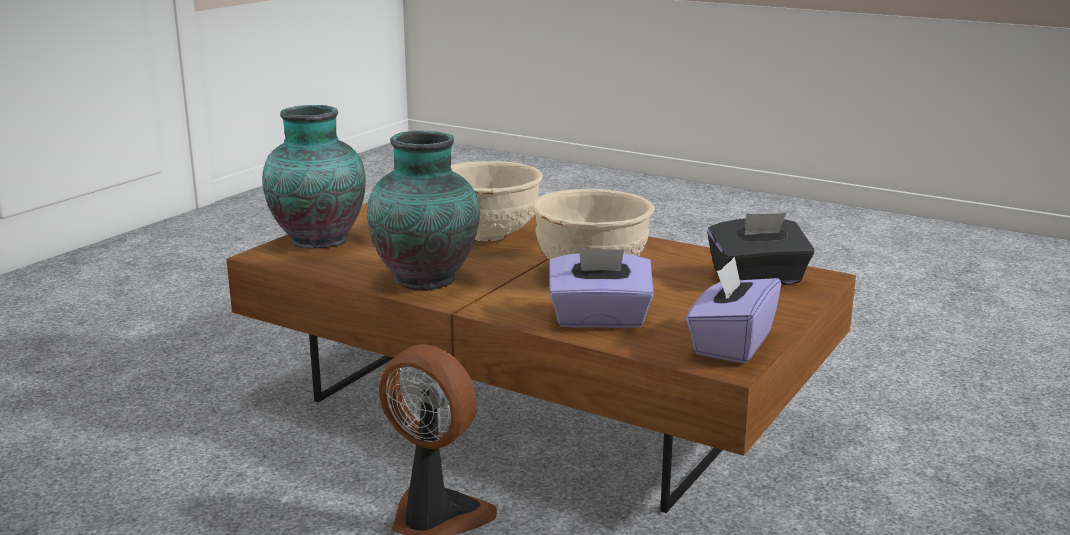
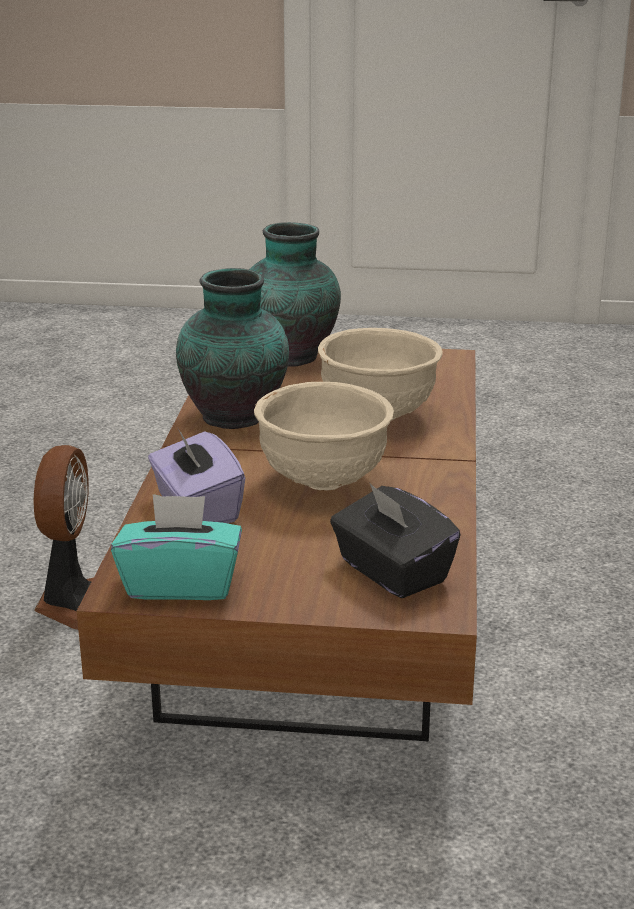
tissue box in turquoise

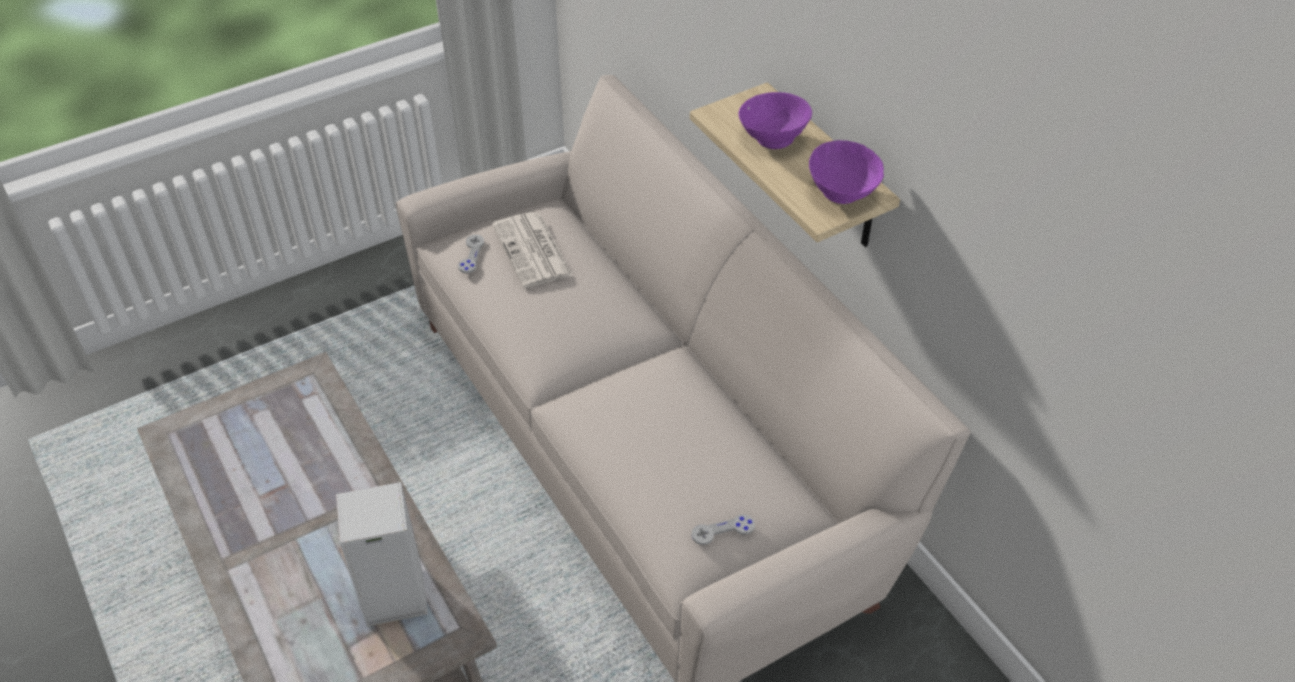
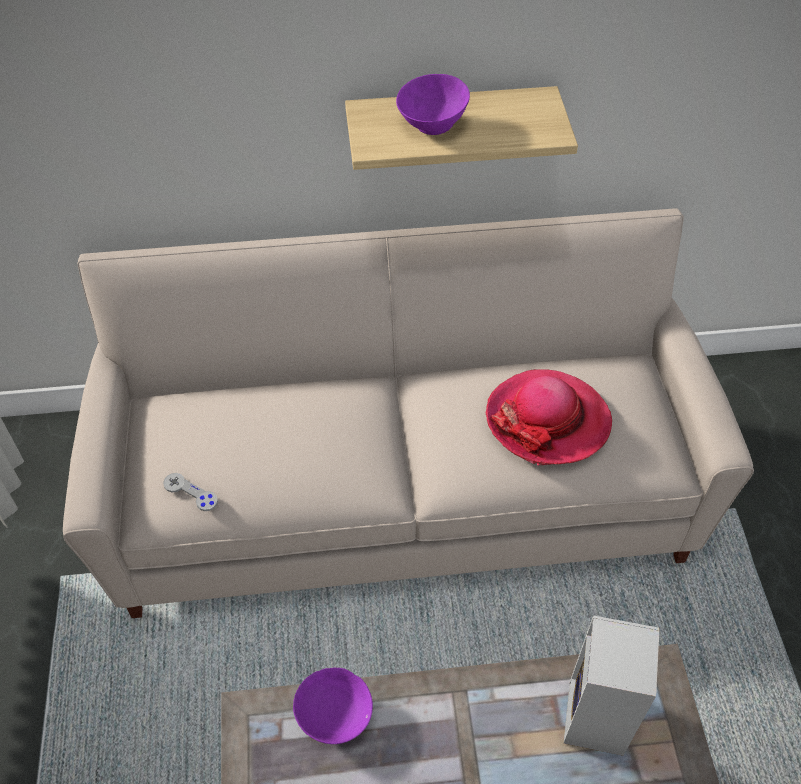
bowl in purple (1st from left)
newspaper
game controller in grey (2nd from left in the first image)
hat

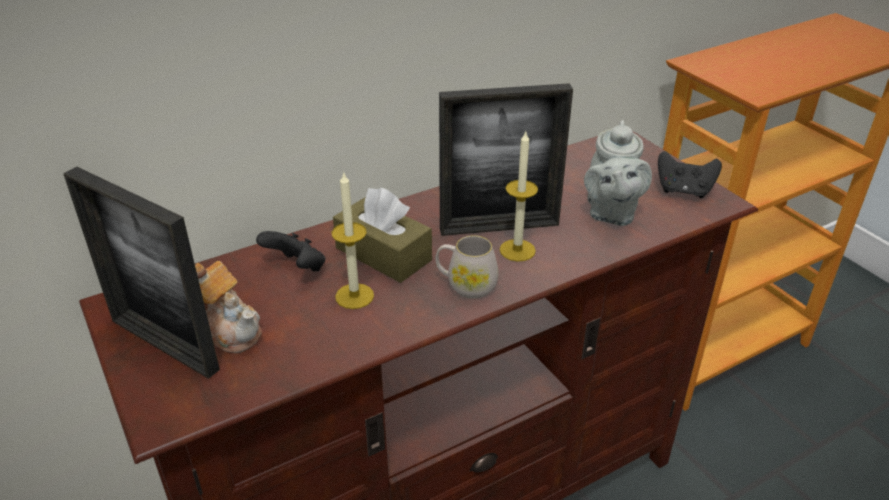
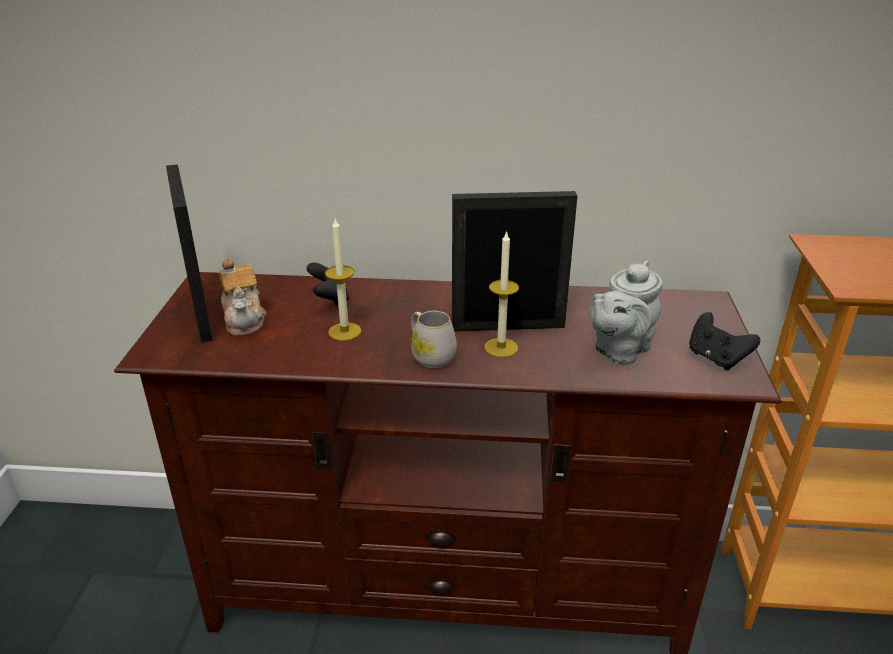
picture frame (2nd from left)
tissue box in brown

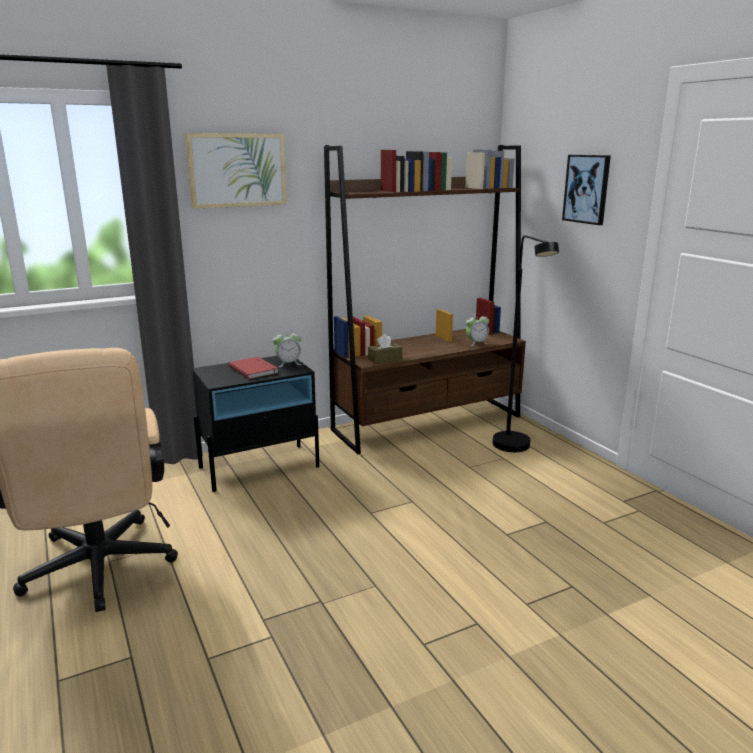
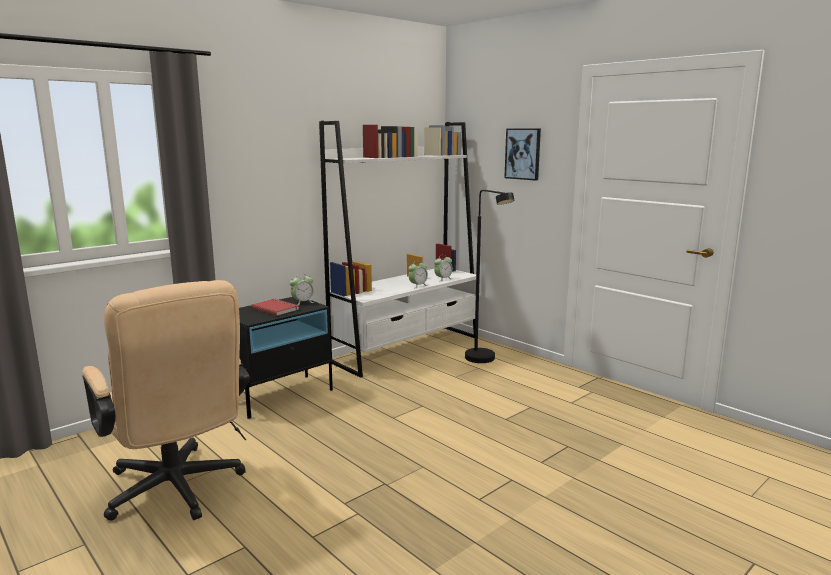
picture (1st from left in the first image)
bookcase in white
tissue box in brown
alarm clock (2nd from left)

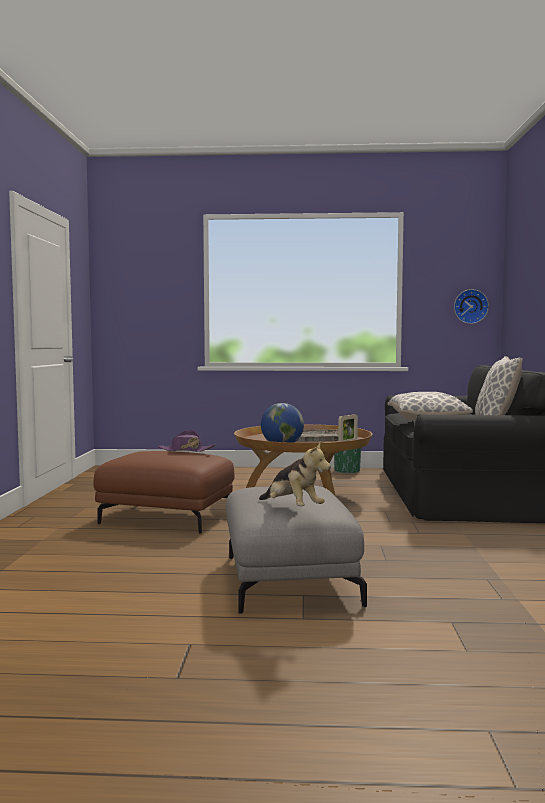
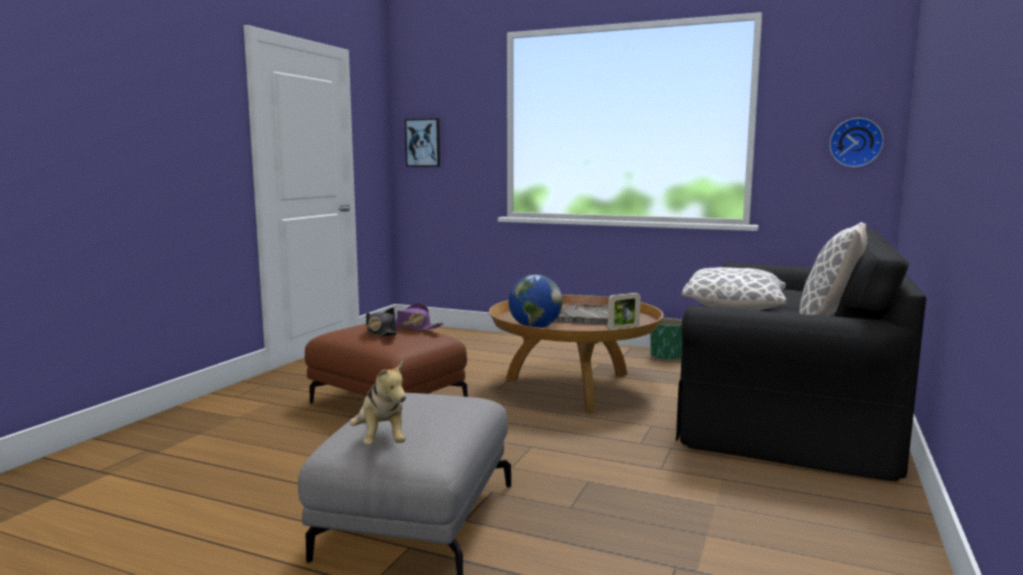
picture
hat in black

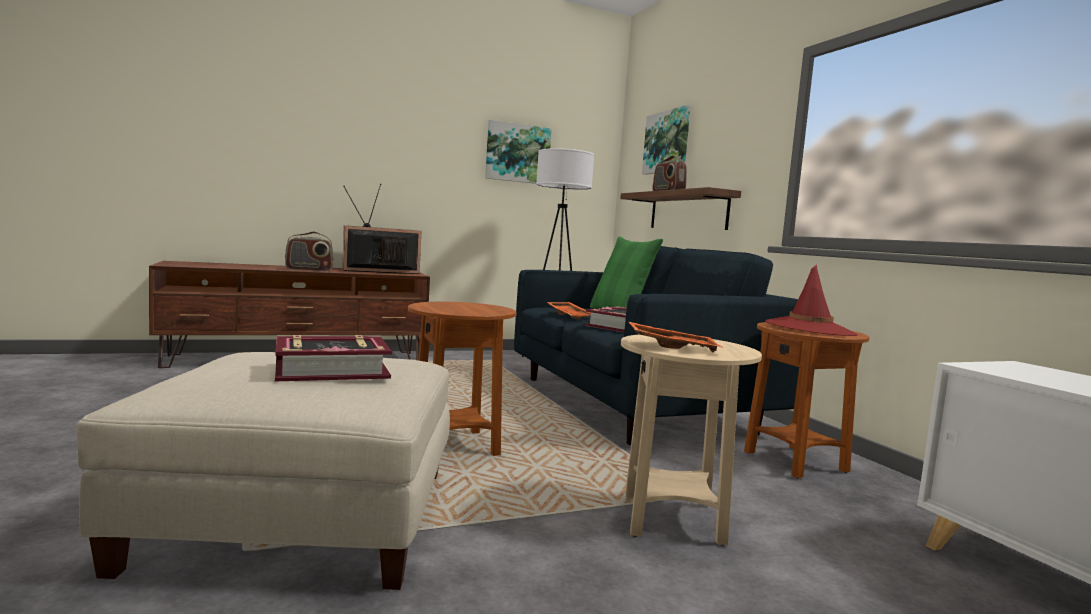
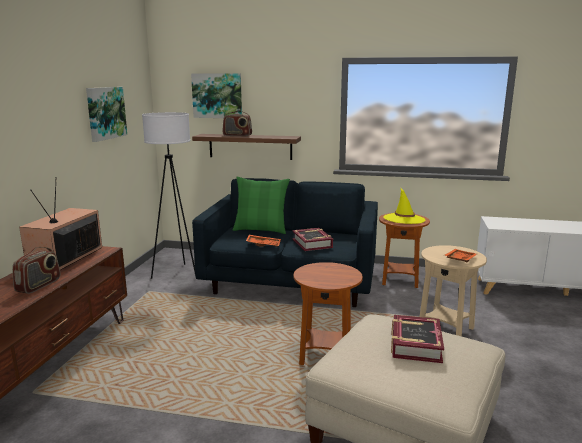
hat in yellow

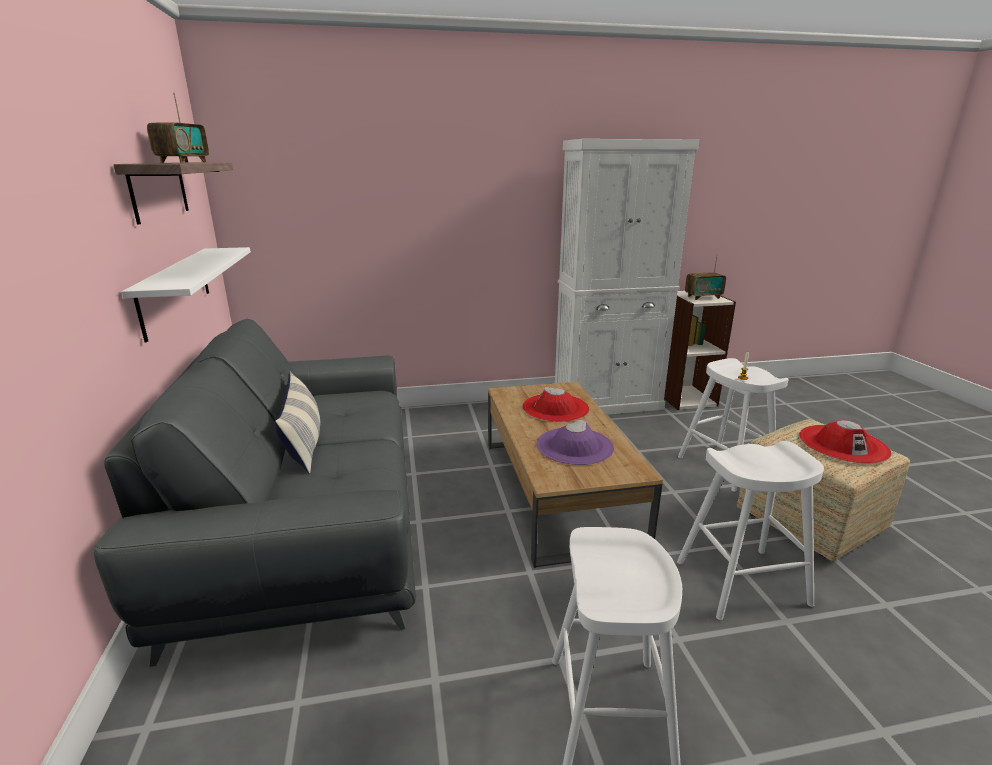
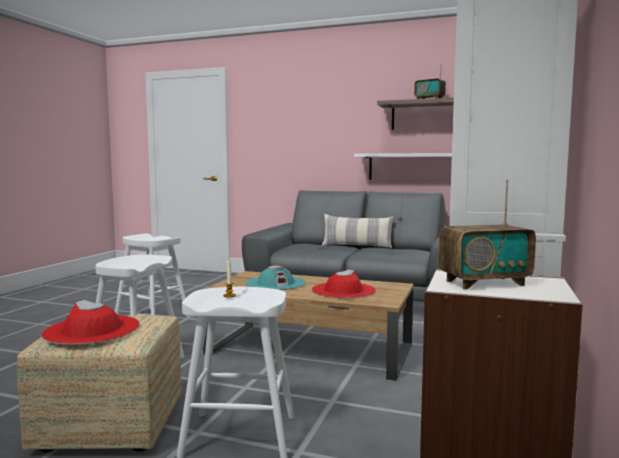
radio (2nd from left)
hat in turquoise

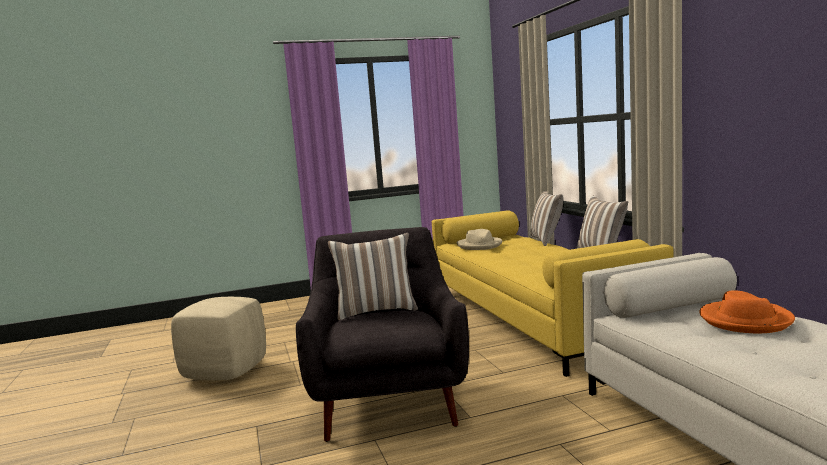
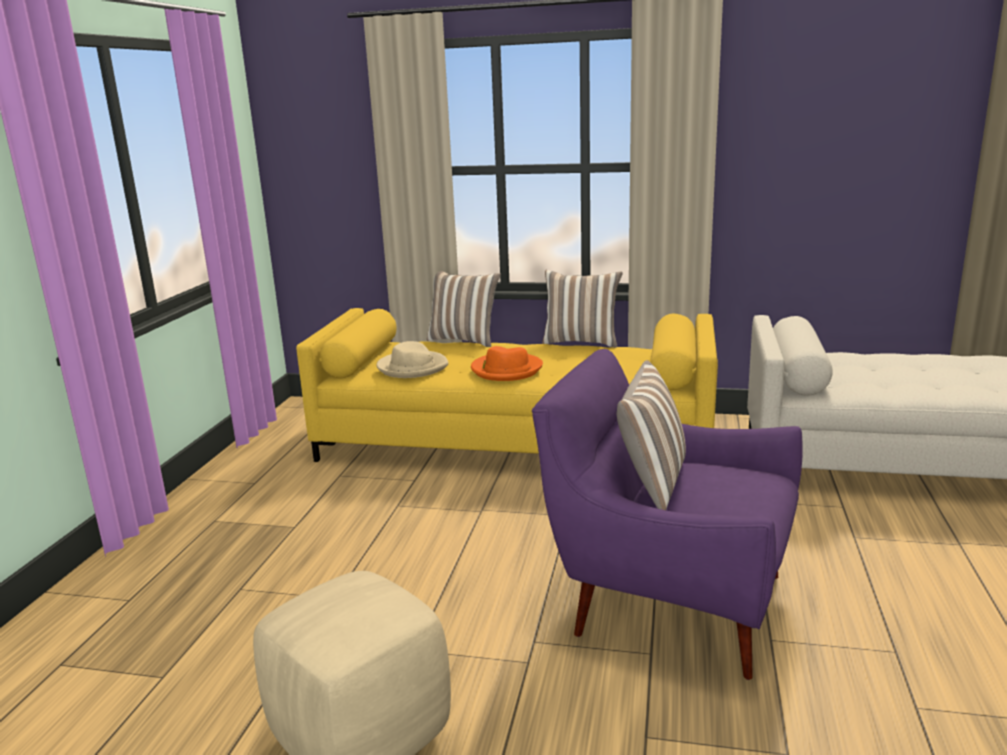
armchair in purple
hat in orange

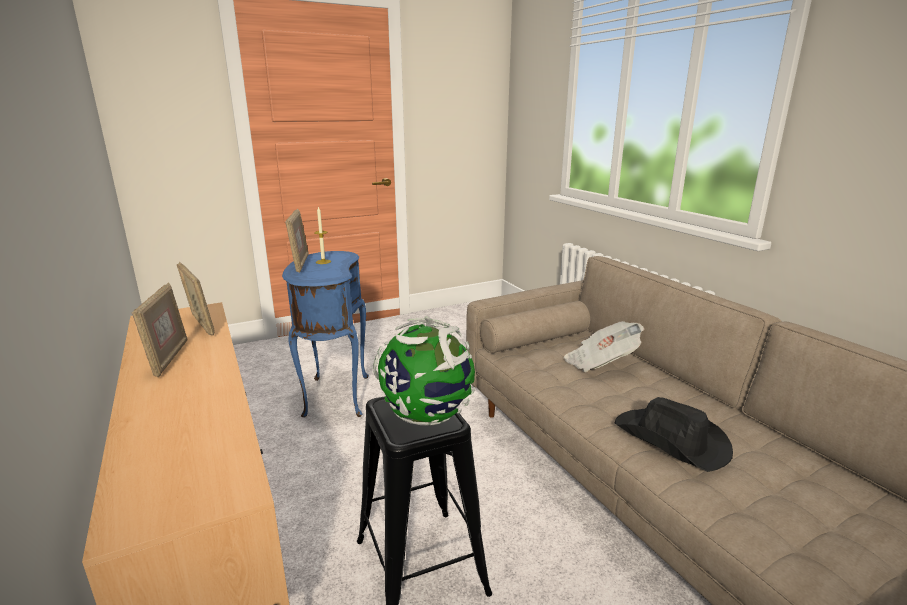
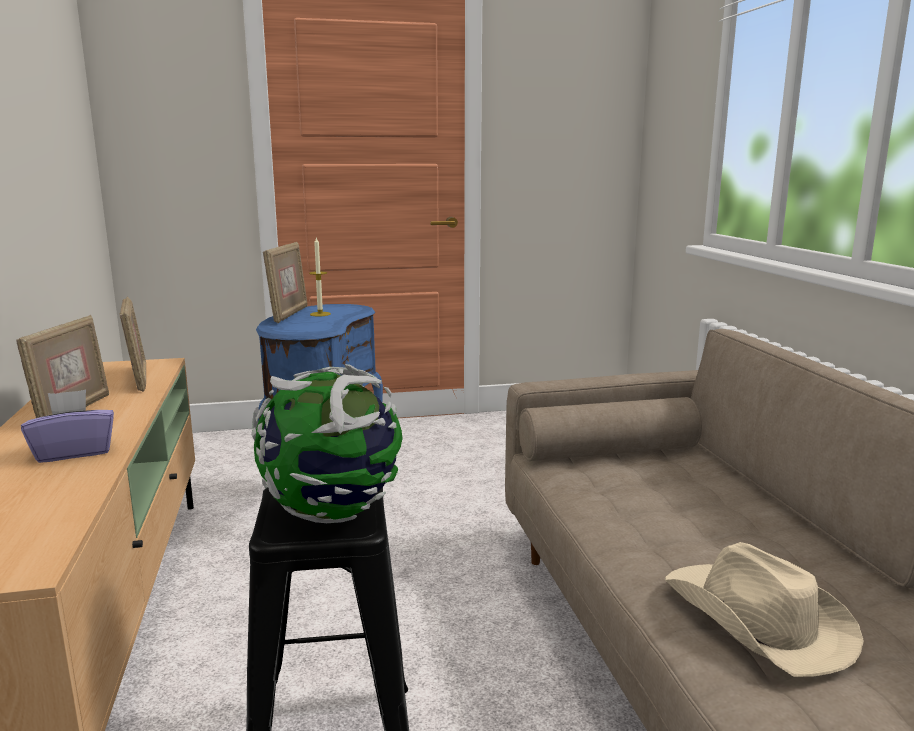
newspaper
hat in beige
tissue box in purple

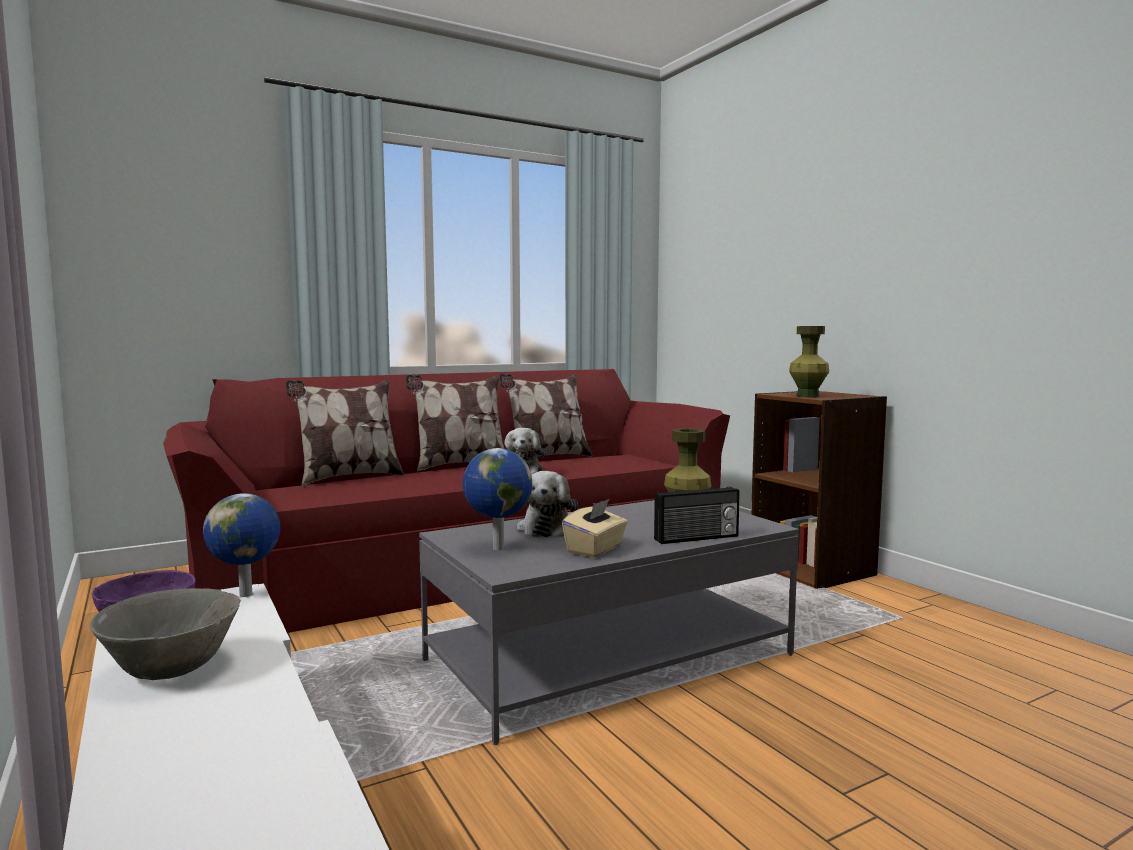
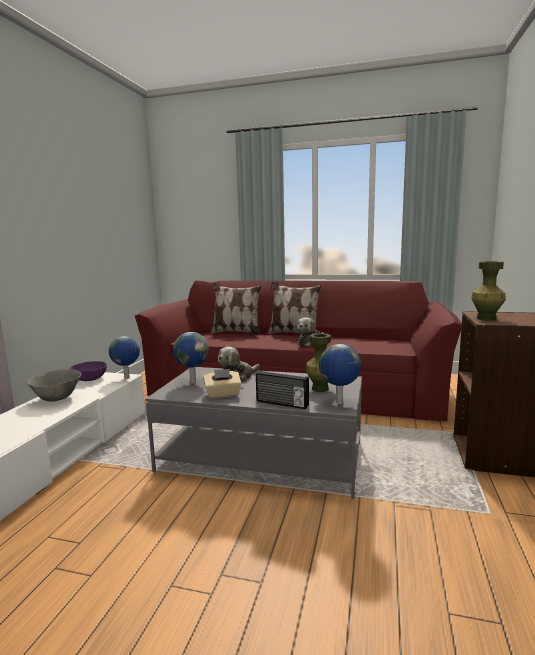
pillow (3rd from left in the first image)
globe (3rd from left)

